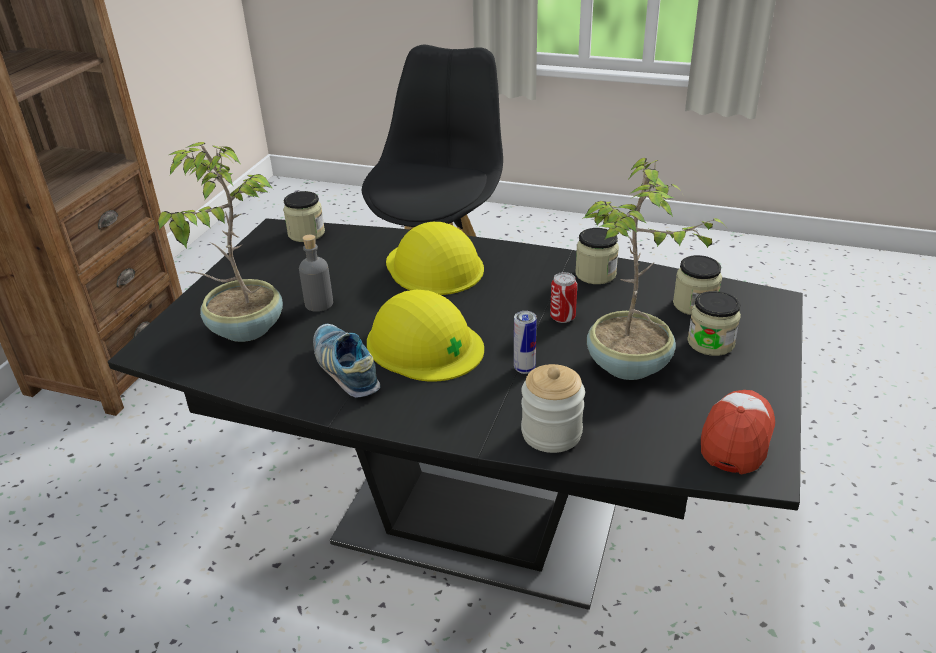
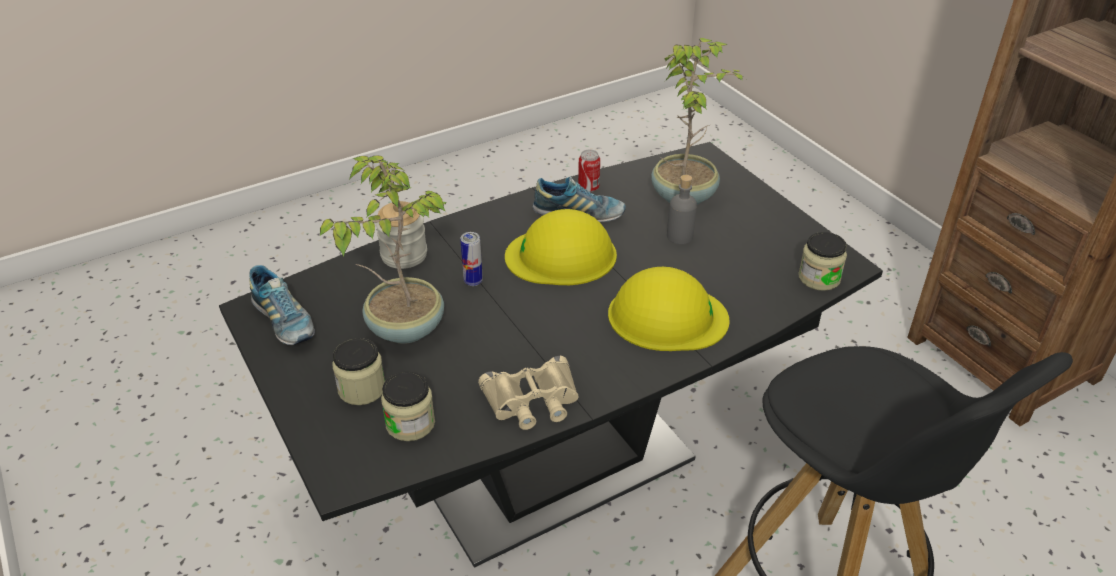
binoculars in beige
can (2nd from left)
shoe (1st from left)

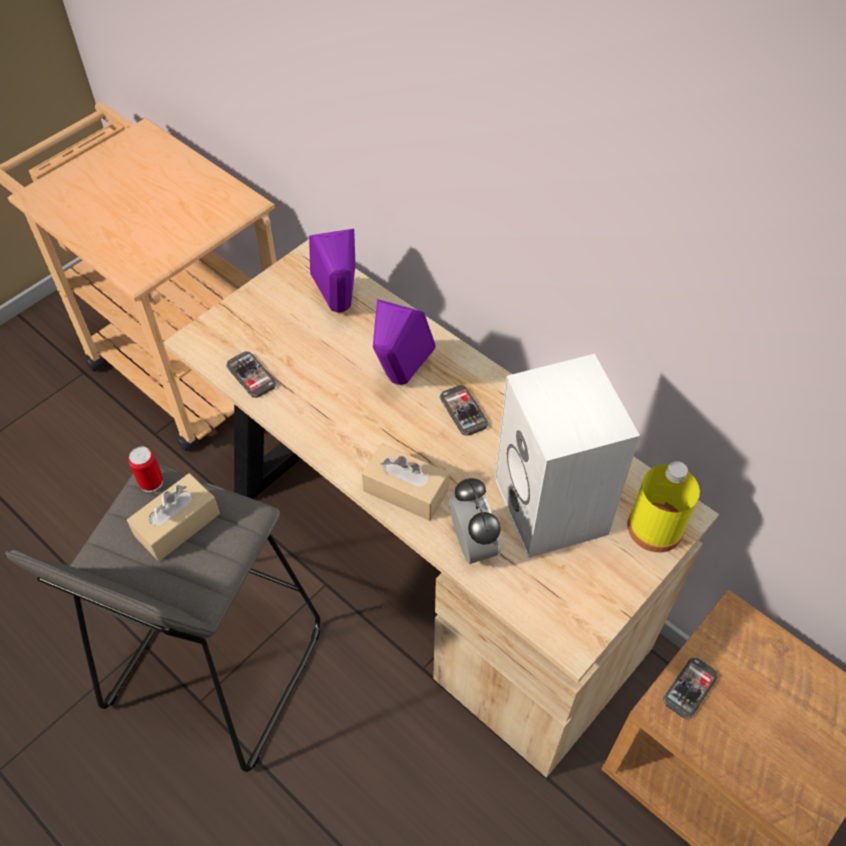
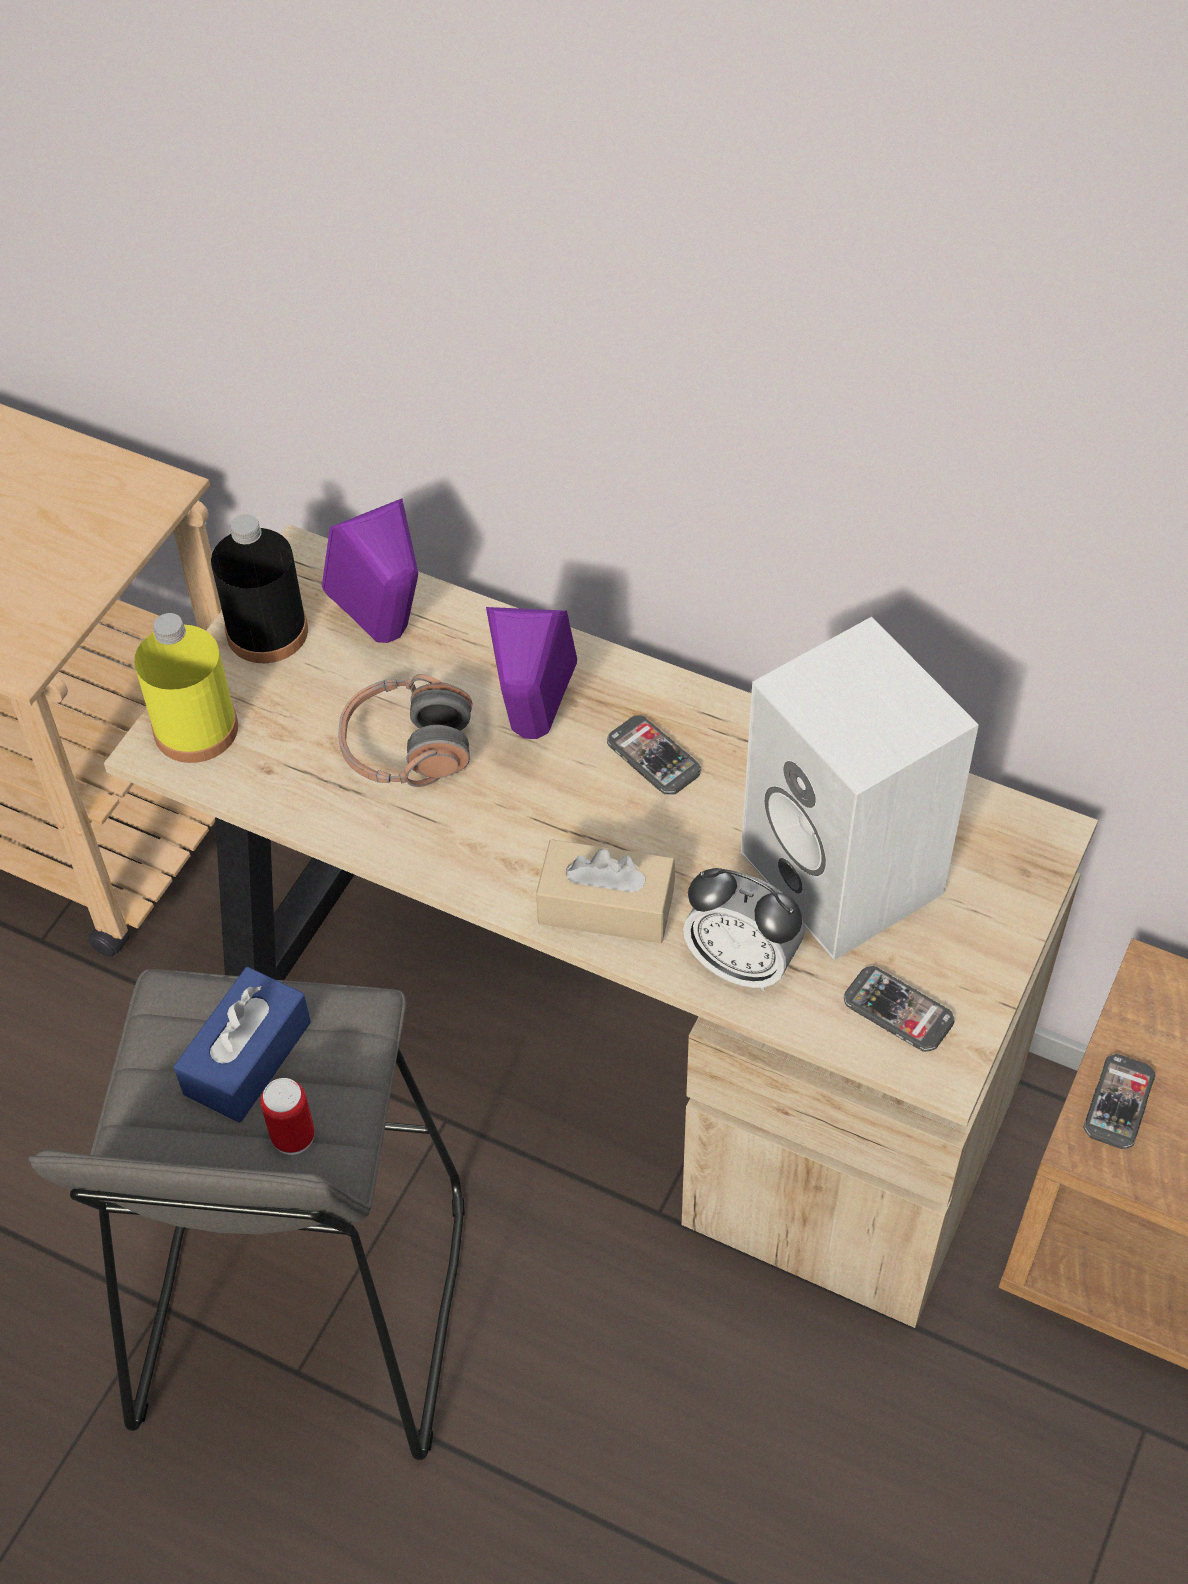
phone (2nd from left)
can
bottle in yellow
tissue box in blue
alarm clock
bottle in black
headphones

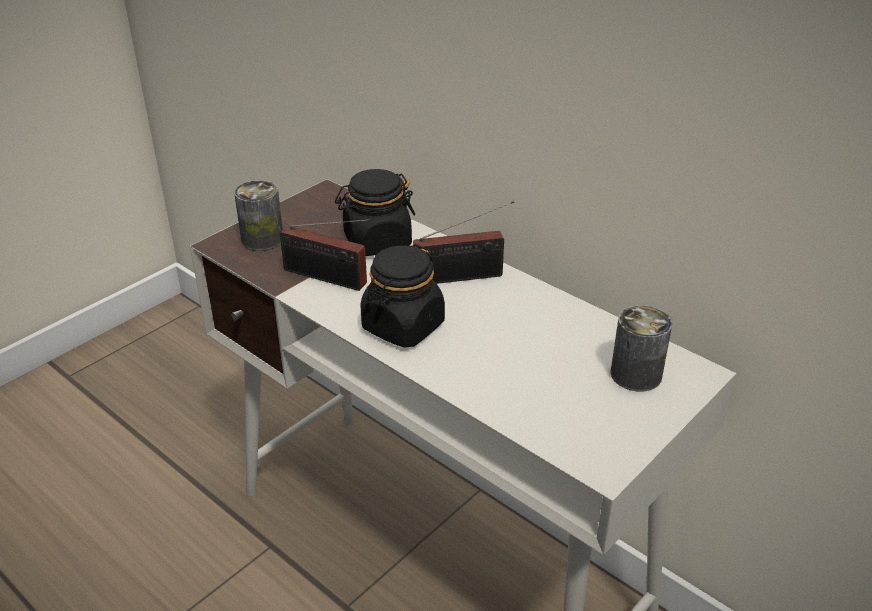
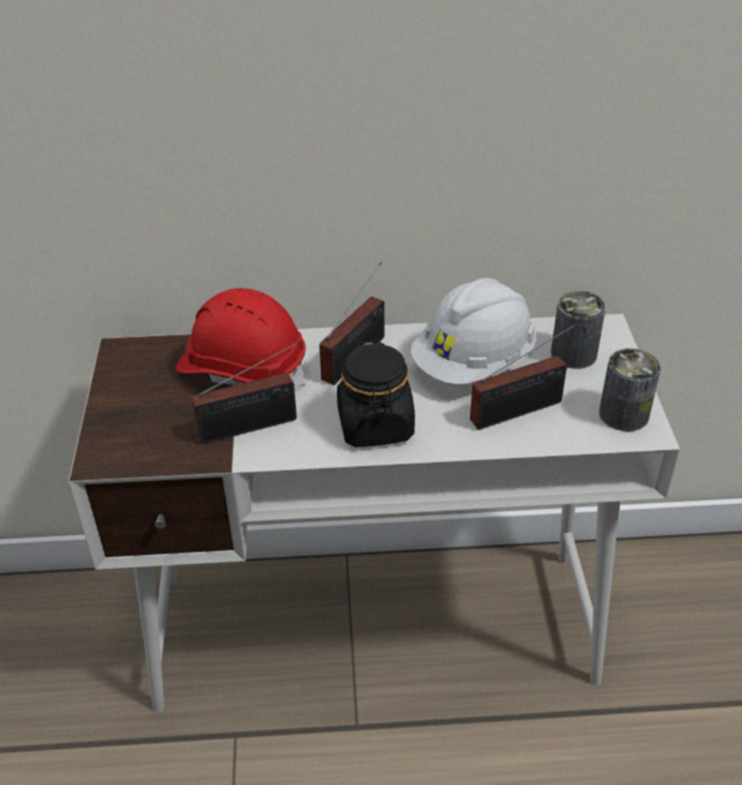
hard hat in red
can (2nd from left)
hard hat in white
radio (3rd from left)

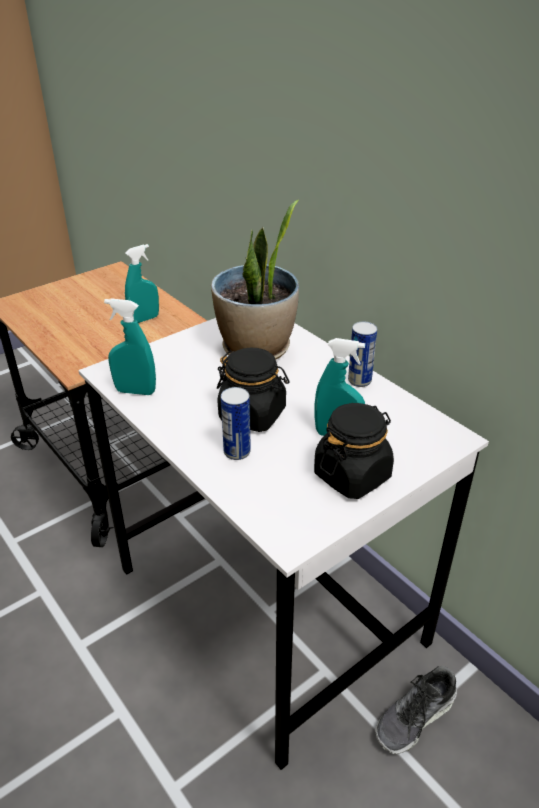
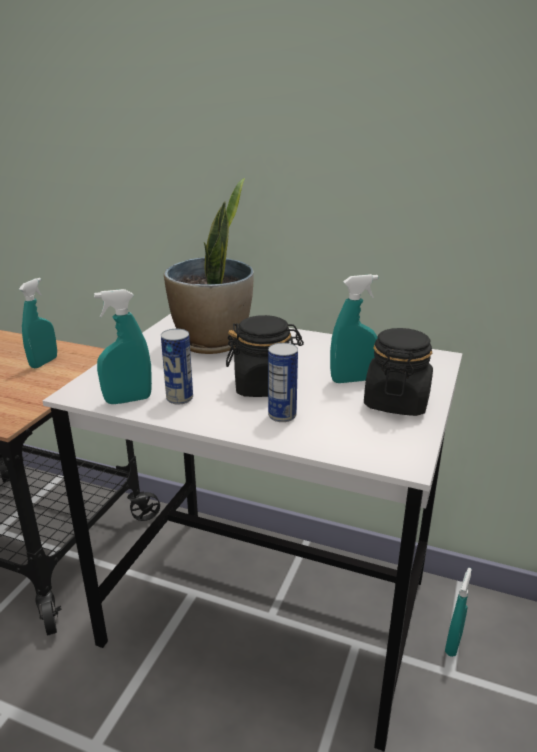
can (1st from left)
spray bottle in turquoise (4th from left)

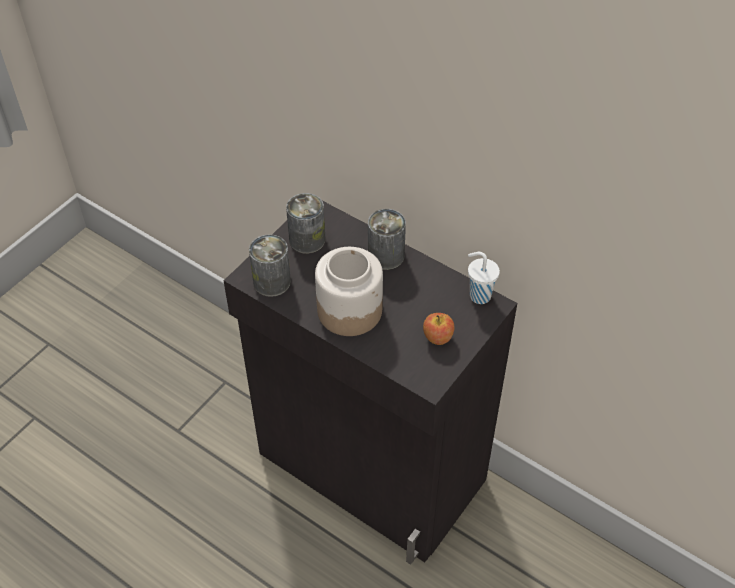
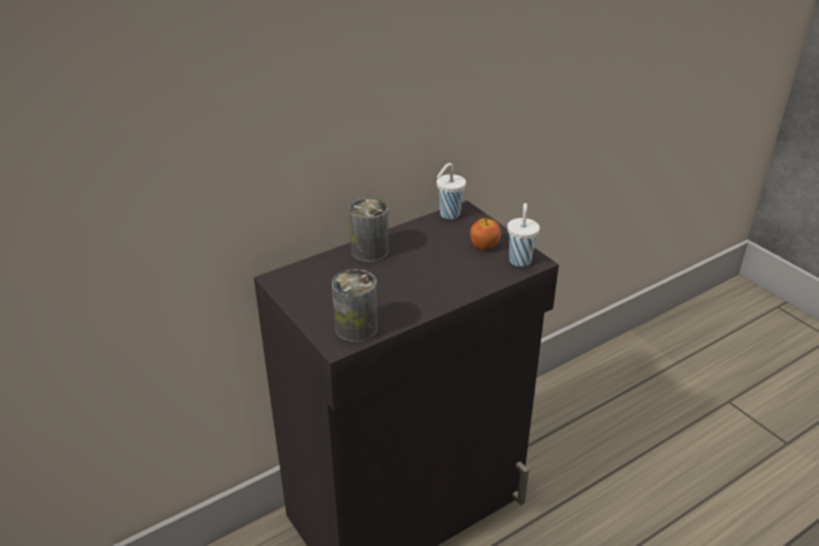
can (2nd from left in the first image)
jar
cup in white (2nd from left)

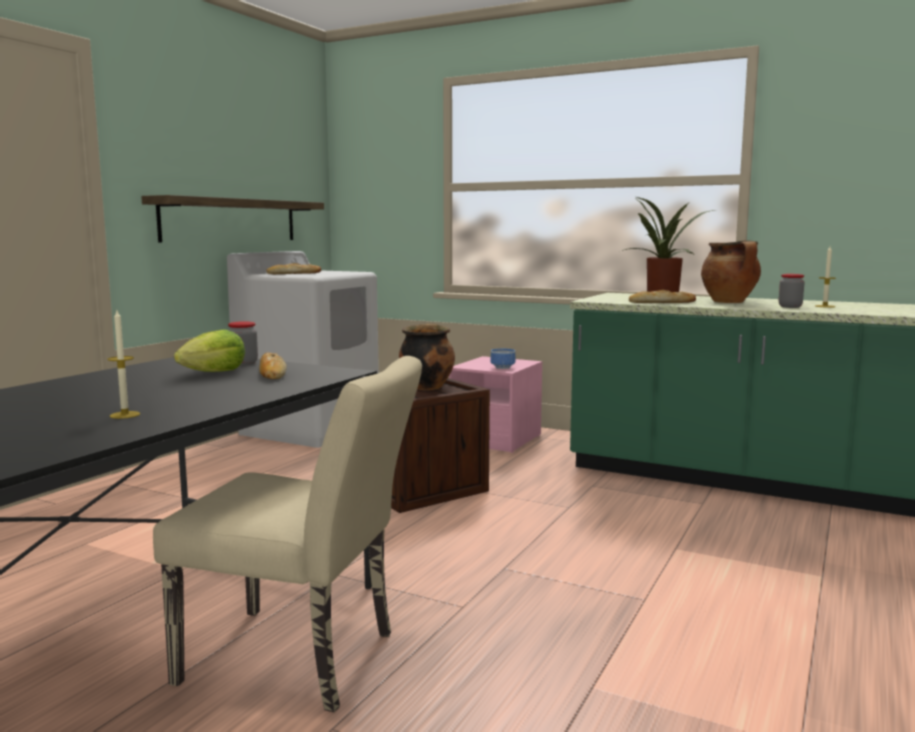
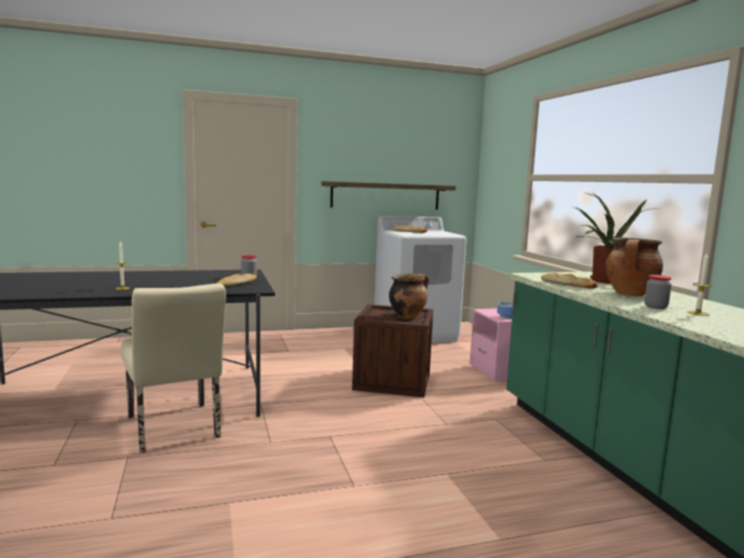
lettuce

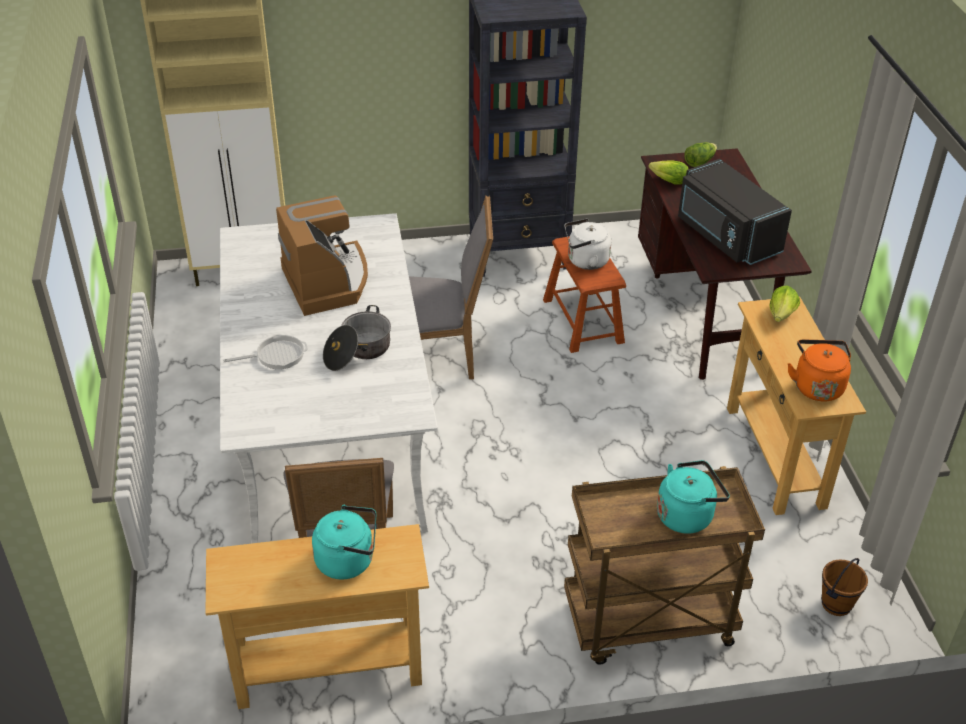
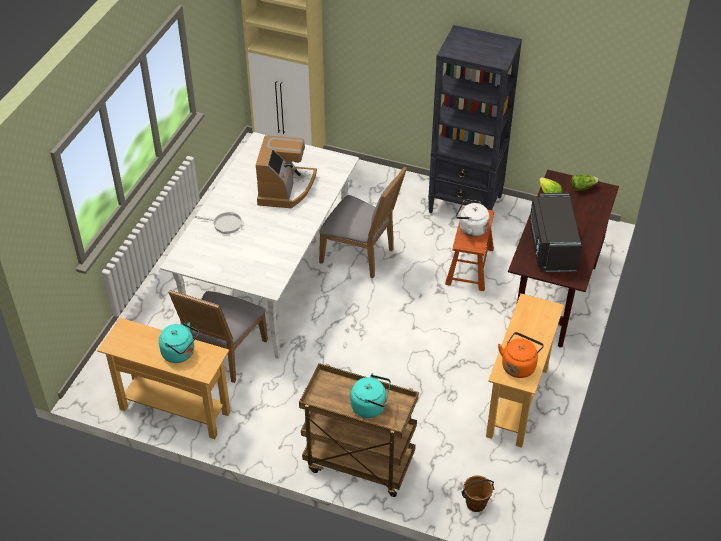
lettuce (3rd from left in the first image)
cooking pot

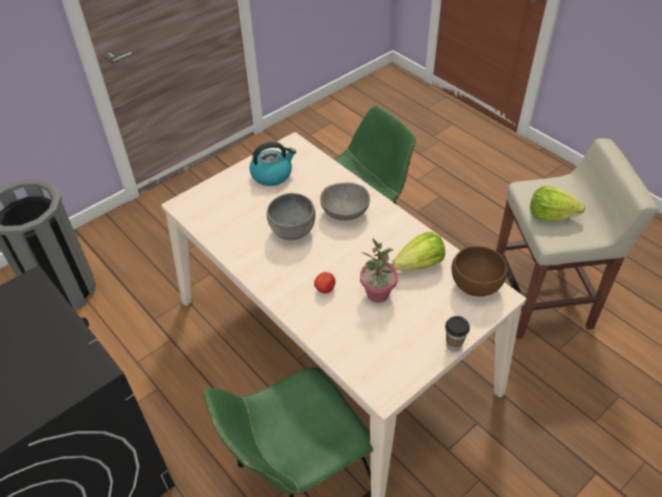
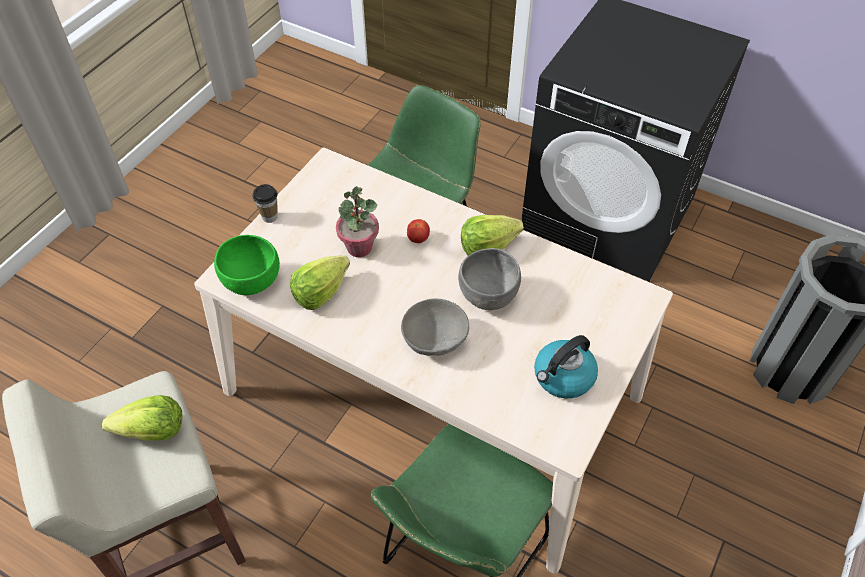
bowl in green
lettuce (3rd from left)

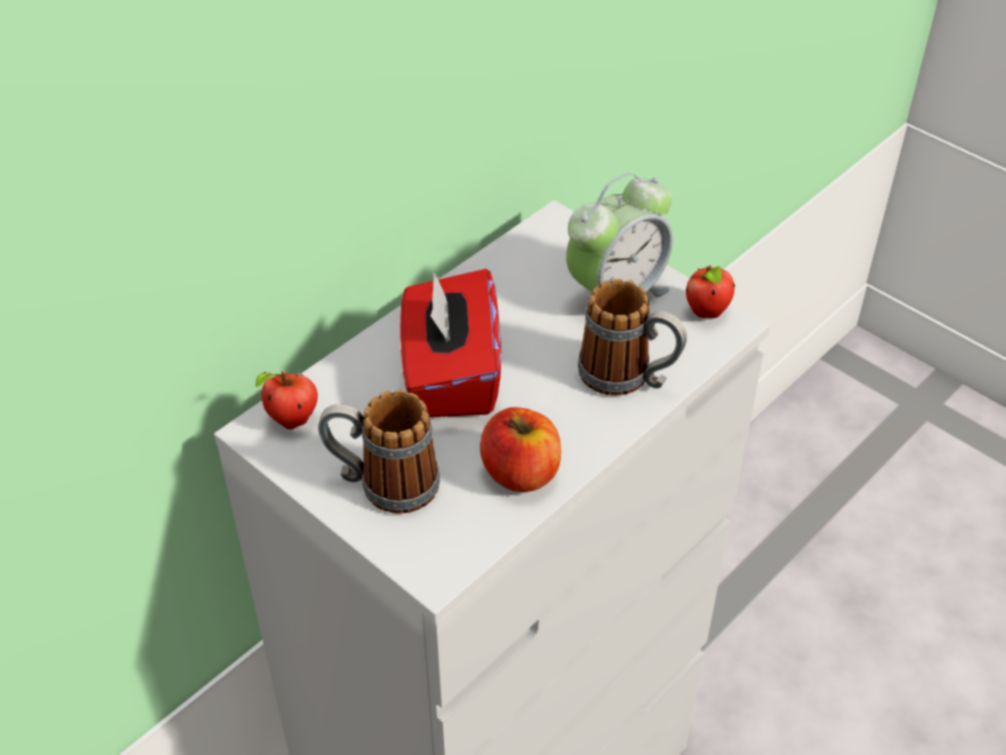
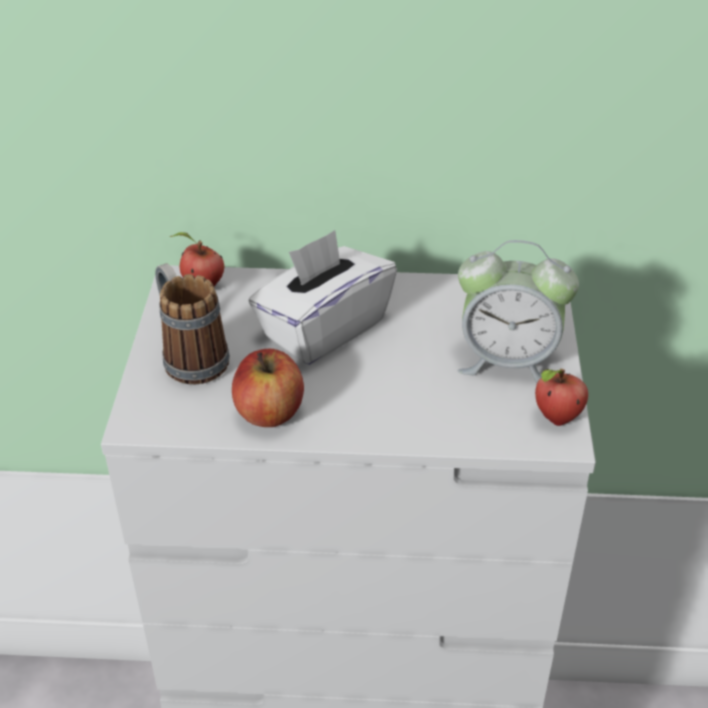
tissue box in white
mug (2nd from left in the first image)

